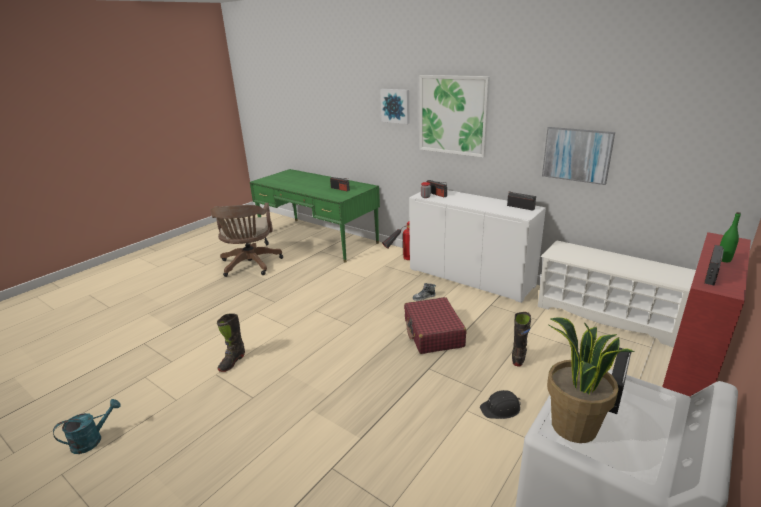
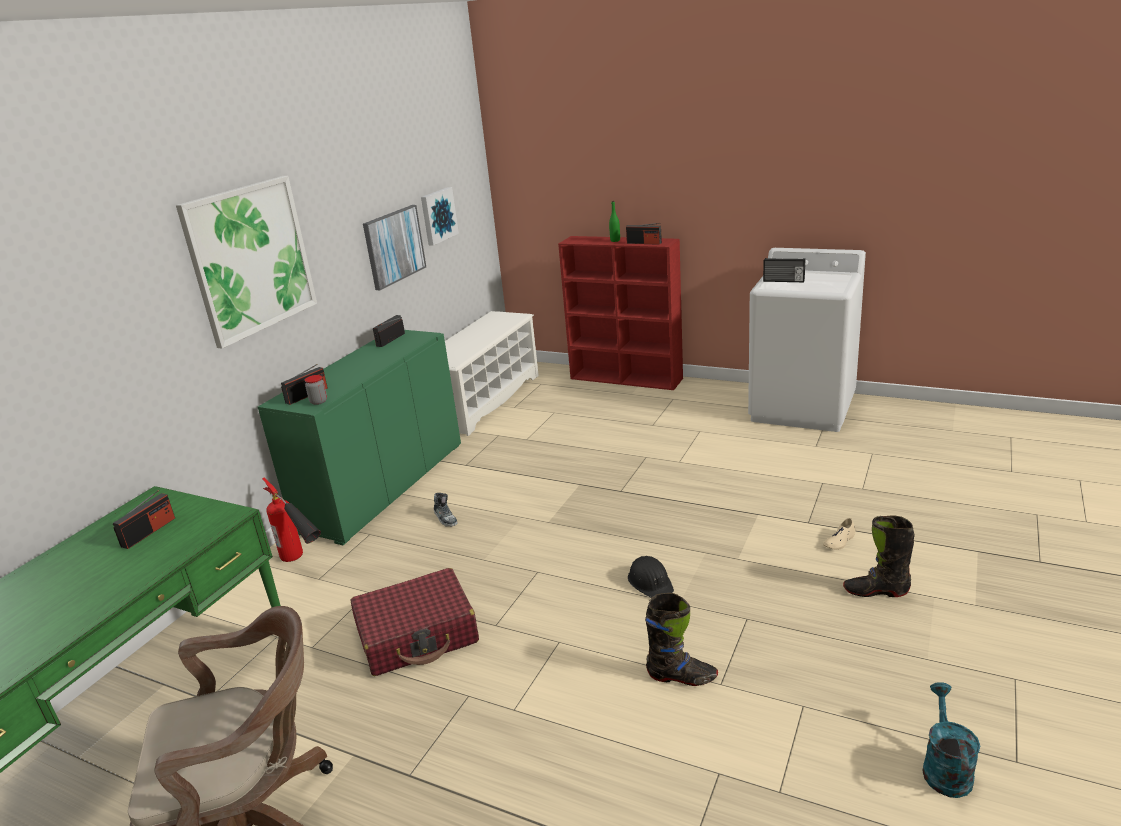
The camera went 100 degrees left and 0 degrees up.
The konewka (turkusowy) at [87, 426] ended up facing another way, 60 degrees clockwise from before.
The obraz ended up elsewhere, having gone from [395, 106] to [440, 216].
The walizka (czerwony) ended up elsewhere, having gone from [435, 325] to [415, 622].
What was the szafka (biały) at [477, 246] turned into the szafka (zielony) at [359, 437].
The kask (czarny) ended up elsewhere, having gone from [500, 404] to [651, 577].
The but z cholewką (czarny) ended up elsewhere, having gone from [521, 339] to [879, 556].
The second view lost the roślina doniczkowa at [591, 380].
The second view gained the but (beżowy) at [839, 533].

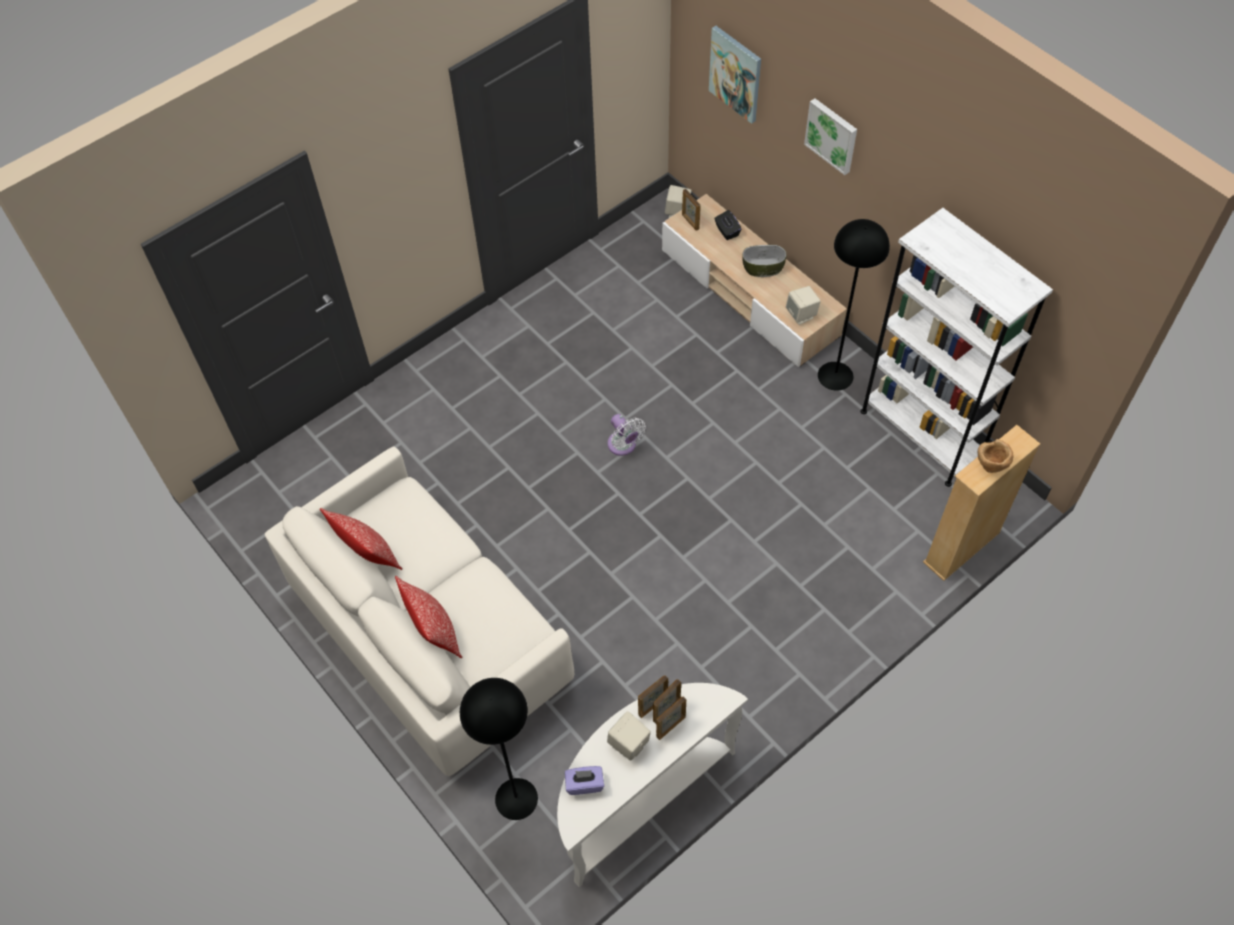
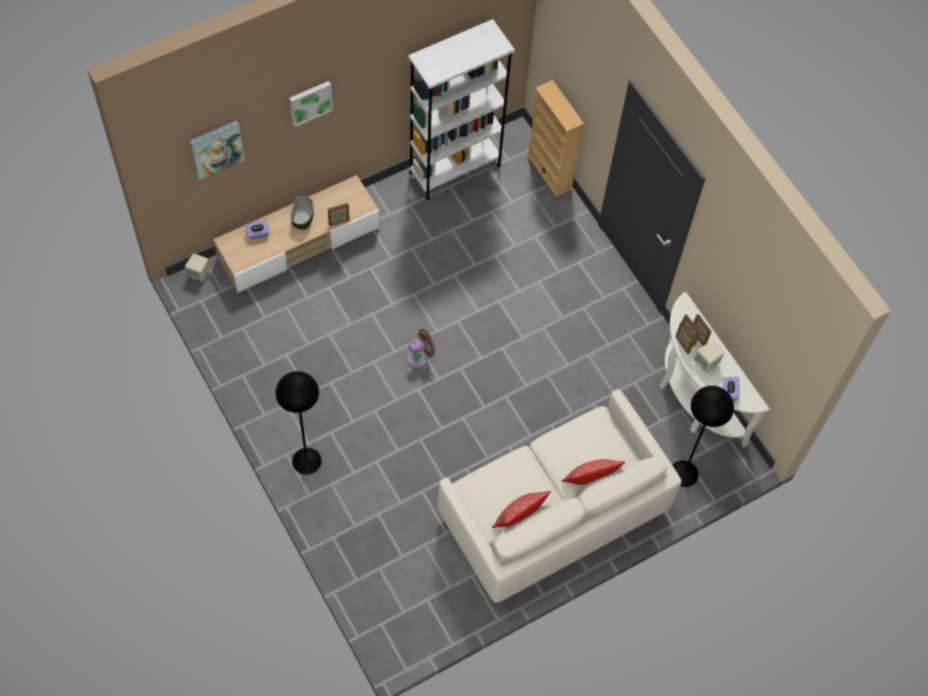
The camera went 85 degrees left and 5 degrees up.
What was the wentylator (biały) at [627, 435] turned into the wentylator (brązowy) at [420, 348].
The ramka na zdjęcie ended up elsewhere, having gone from [691, 210] to [339, 214].
What was the pudełko chusteczek (czarny) at [728, 225] turned into the pudełko chusteczek (fioletowy) at [257, 229].
The second view lost the głośnik (beżowy) at [803, 305].
The lampa stojąca (czarny) ended up elsewhere, having gone from [854, 305] to [298, 423].
The second view lost the miska (brązowy) at [995, 456].

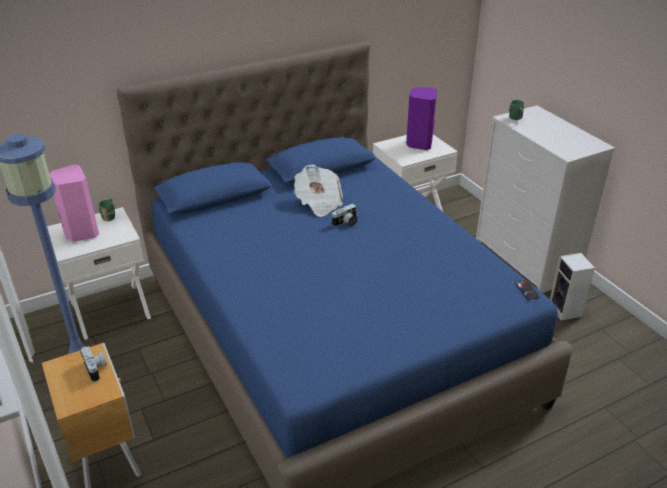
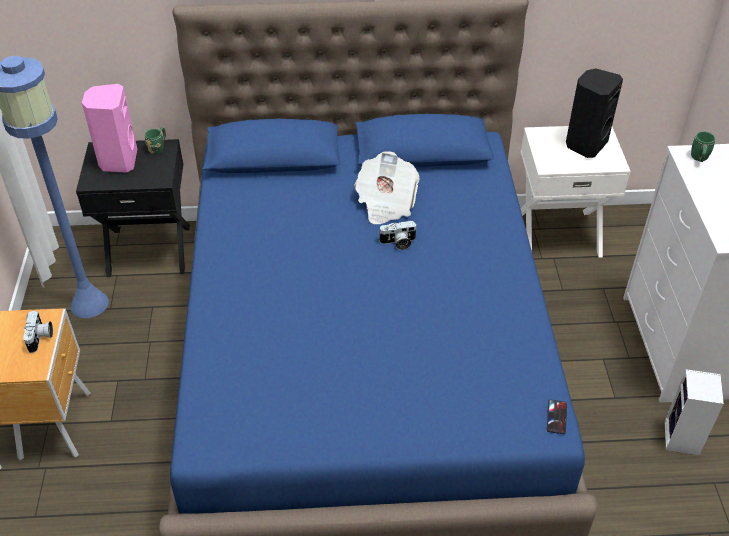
The camera went 25 degrees right and 10 degrees up.
What was the szafka nocna (biały) at [99, 273] turned into the szafka nocna (czarny) at [133, 208].
What was the głośnik (fioletowy) at [421, 118] turned into the głośnik (czarny) at [594, 113].

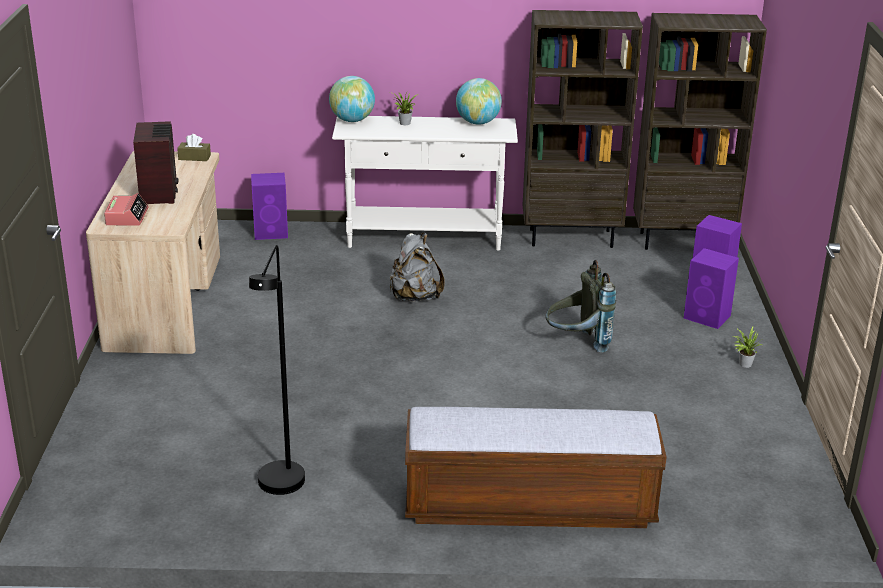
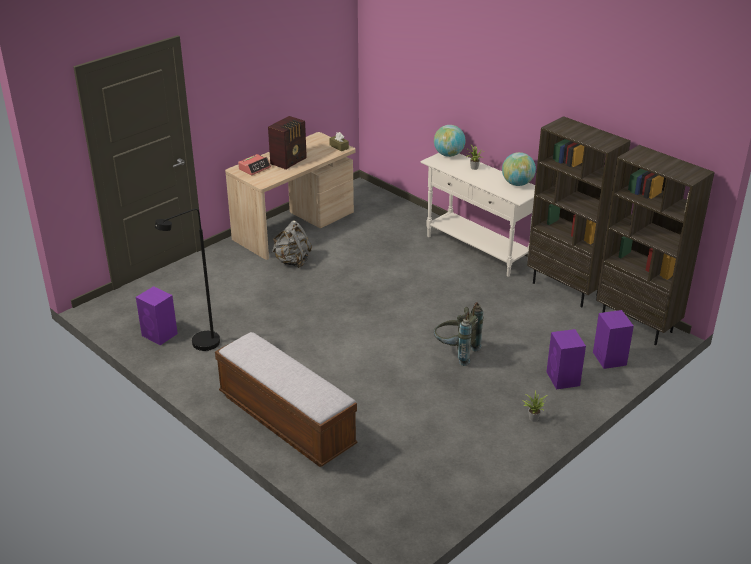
The camera went 45 degrees right and 5 degrees up.
The głośnik (fioletowy) ended up elsewhere, having gone from [269, 206] to [157, 315].
The plecak (szary) ended up elsewhere, having gone from [417, 267] to [292, 244].

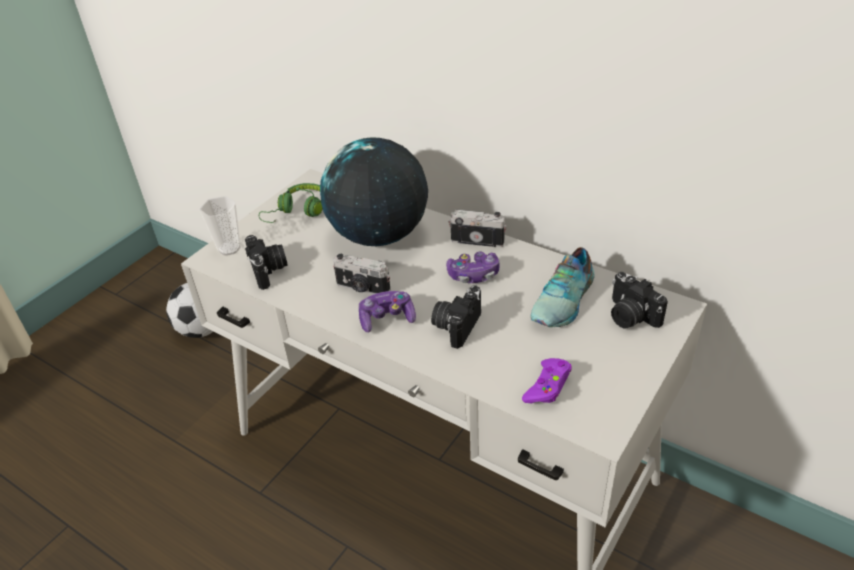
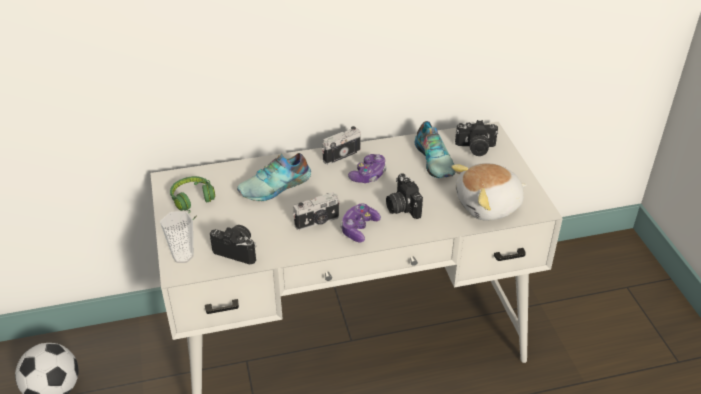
The camera went 50 degrees left and 0 degrees up.
Where the globus stood at [374, 191], the but came to stand at [274, 177].
Where the pad do gier (fioletowy) stood at [547, 381], the pluszak came to stand at [489, 192].

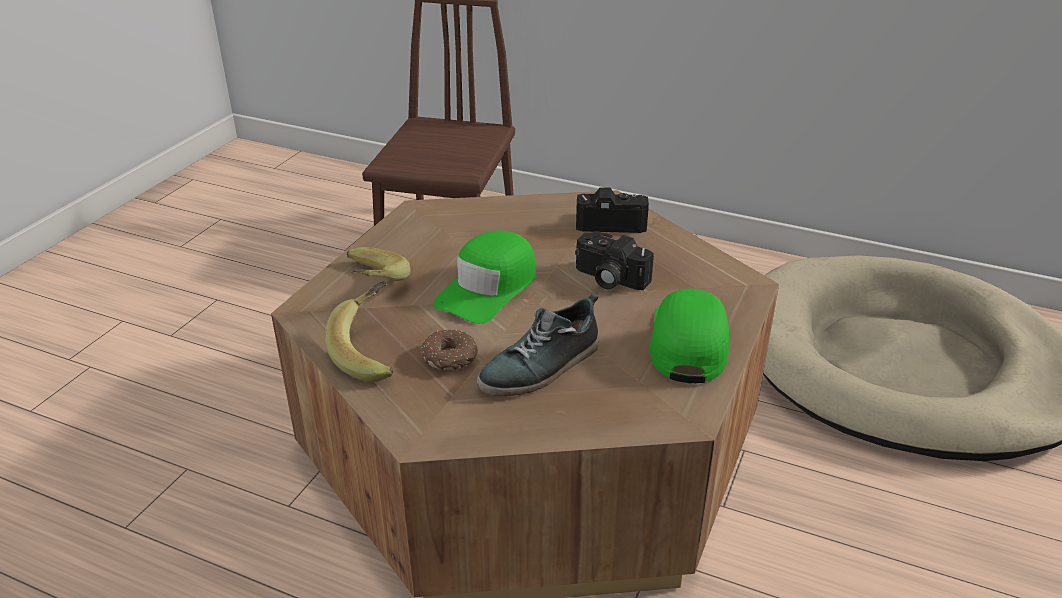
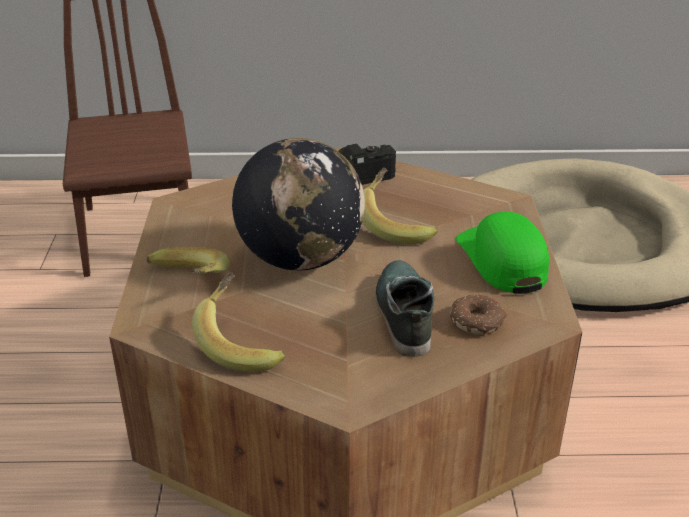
The camera went 25 degrees left and 0 degrees up.
The donut ended up elsewhere, having gone from [449, 349] to [478, 314].
Where the czapka z daszkiem (zielony) stood at [484, 277], the globus came to stand at [298, 204].
The but at [538, 344] ended up facing another way, 150 degrees clockwise from before.
Where the aparat fotograficzny stood at [614, 260], the banan came to stand at [399, 205].

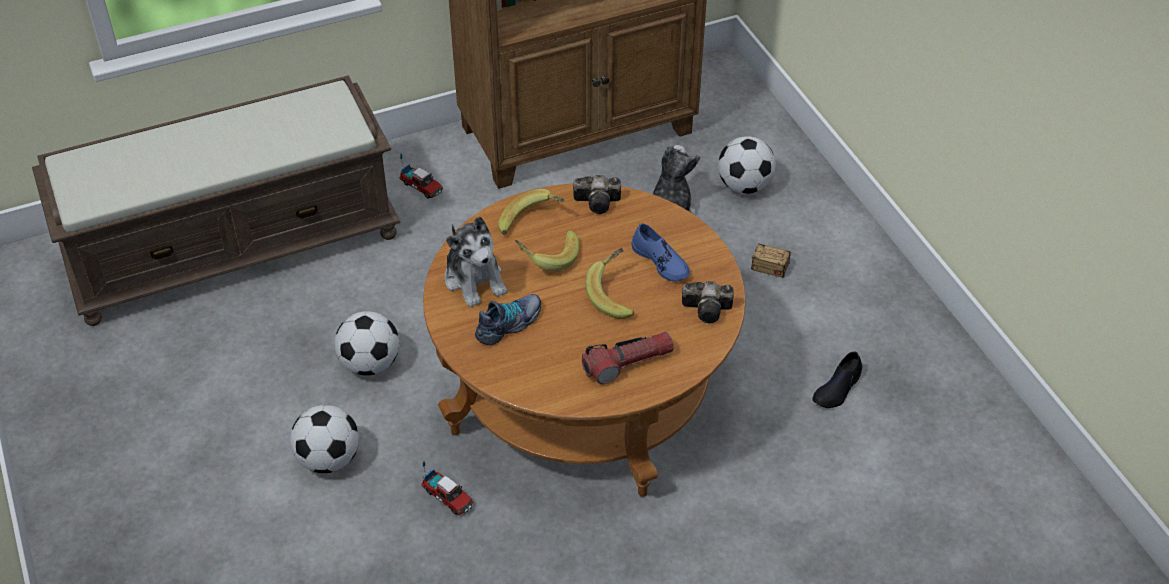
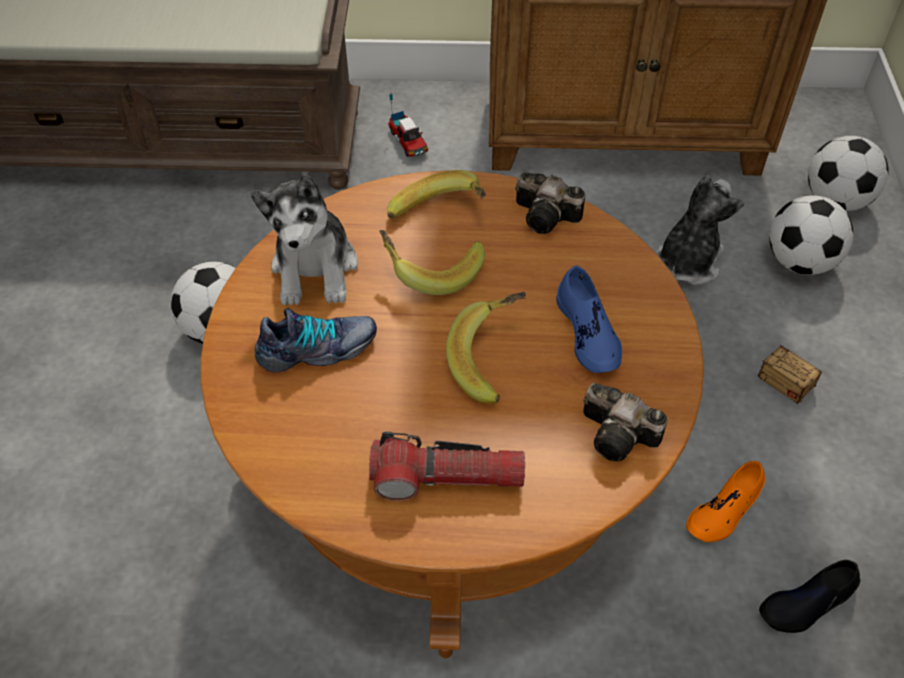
The camera went 25 degrees right and 5 degrees up.
The piłka futbolowa ended up elsewhere, having gone from [324, 439] to [848, 173].
The second view lost the ciężarówka zabawkowa at [447, 487].
The second view gained the but (pomarańczowy) at [725, 501].

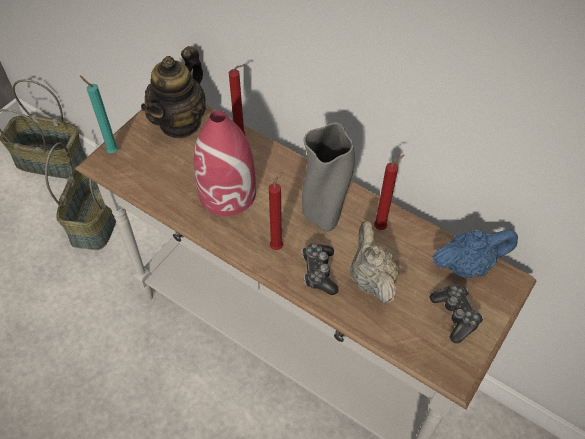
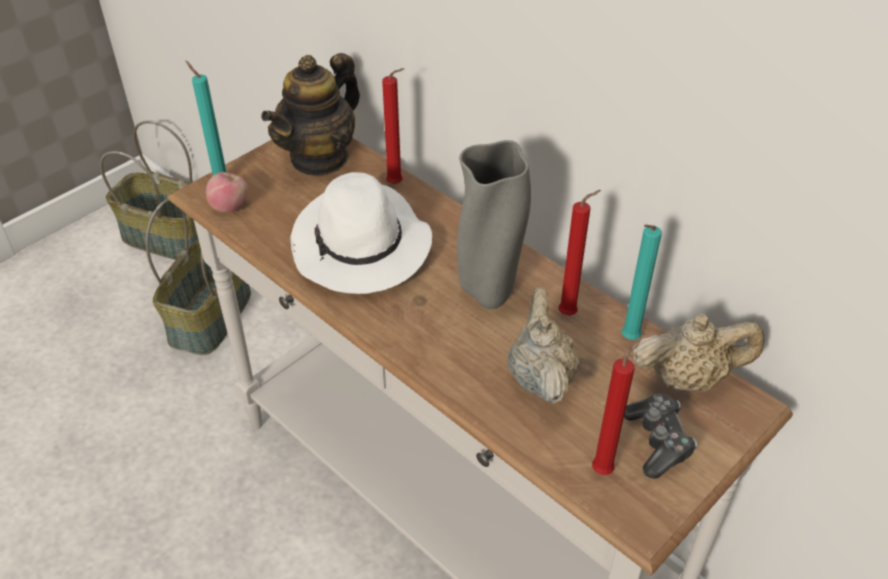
The camera went 10 degrees right and 10 degrees down.
Where the wazon (czerwony) stood at [225, 163], the kapelusz (biały) came to stand at [361, 233].
The świeca (czerwony) ended up elsewhere, having gone from [276, 211] to [616, 407].
The second view lost the pad do gier at [319, 269].
What was the imbryk (niebieski) at [475, 253] turned into the imbryk (beżowy) at [699, 353].
The second view gained the jabłko at [227, 192].
The second view gained the świeca (turkusowy) at [642, 282].

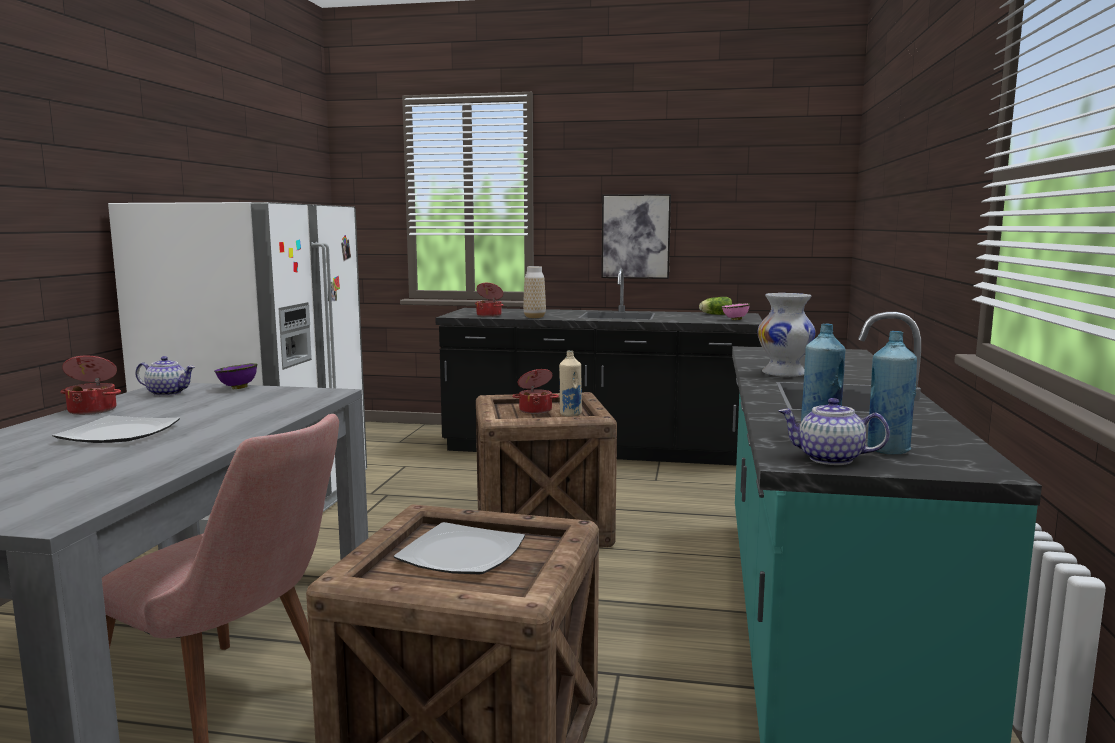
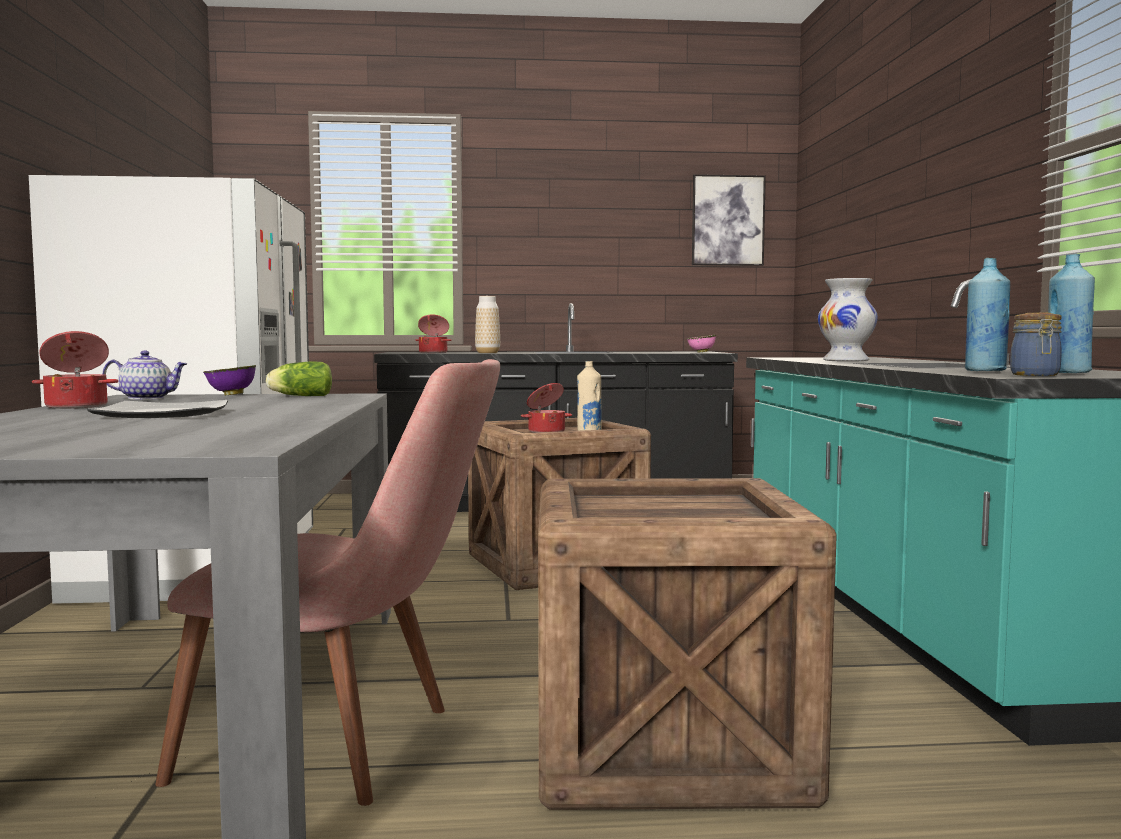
The camera went 15 degrees left and 5 degrees down.
The second view lost the talerz at [459, 548].
The obraz ended up elsewhere, having gone from [636, 236] to [729, 220].
The sałata ended up elsewhere, having gone from [715, 306] to [299, 379].
Where the imbryk stood at [834, 431], the słoik came to stand at [1036, 344].

